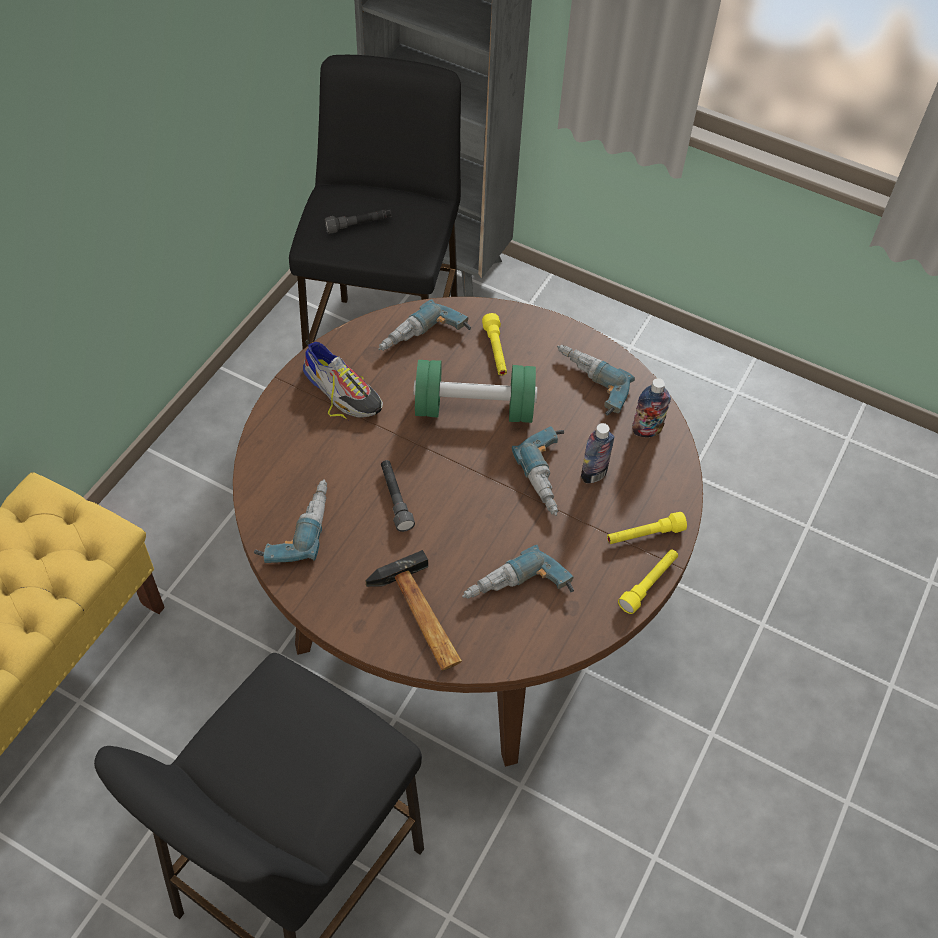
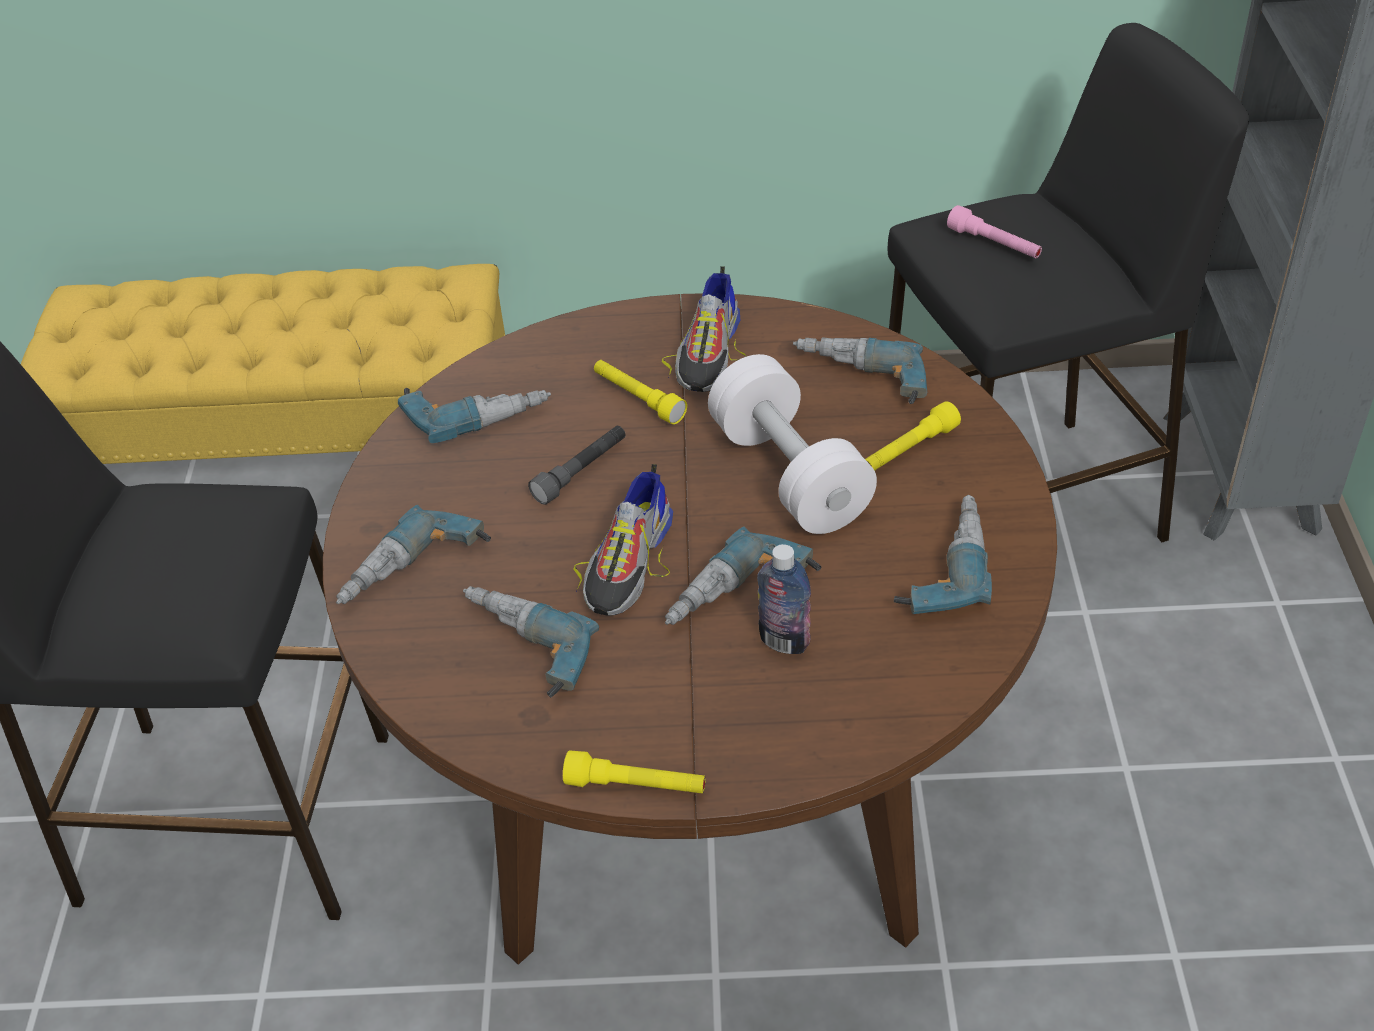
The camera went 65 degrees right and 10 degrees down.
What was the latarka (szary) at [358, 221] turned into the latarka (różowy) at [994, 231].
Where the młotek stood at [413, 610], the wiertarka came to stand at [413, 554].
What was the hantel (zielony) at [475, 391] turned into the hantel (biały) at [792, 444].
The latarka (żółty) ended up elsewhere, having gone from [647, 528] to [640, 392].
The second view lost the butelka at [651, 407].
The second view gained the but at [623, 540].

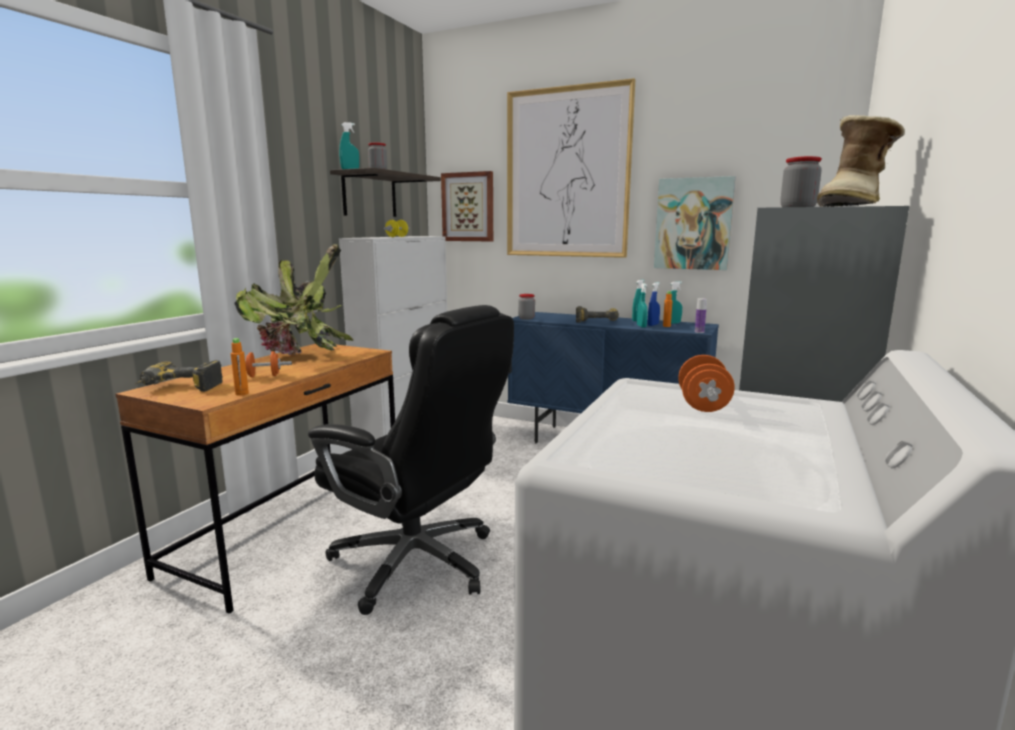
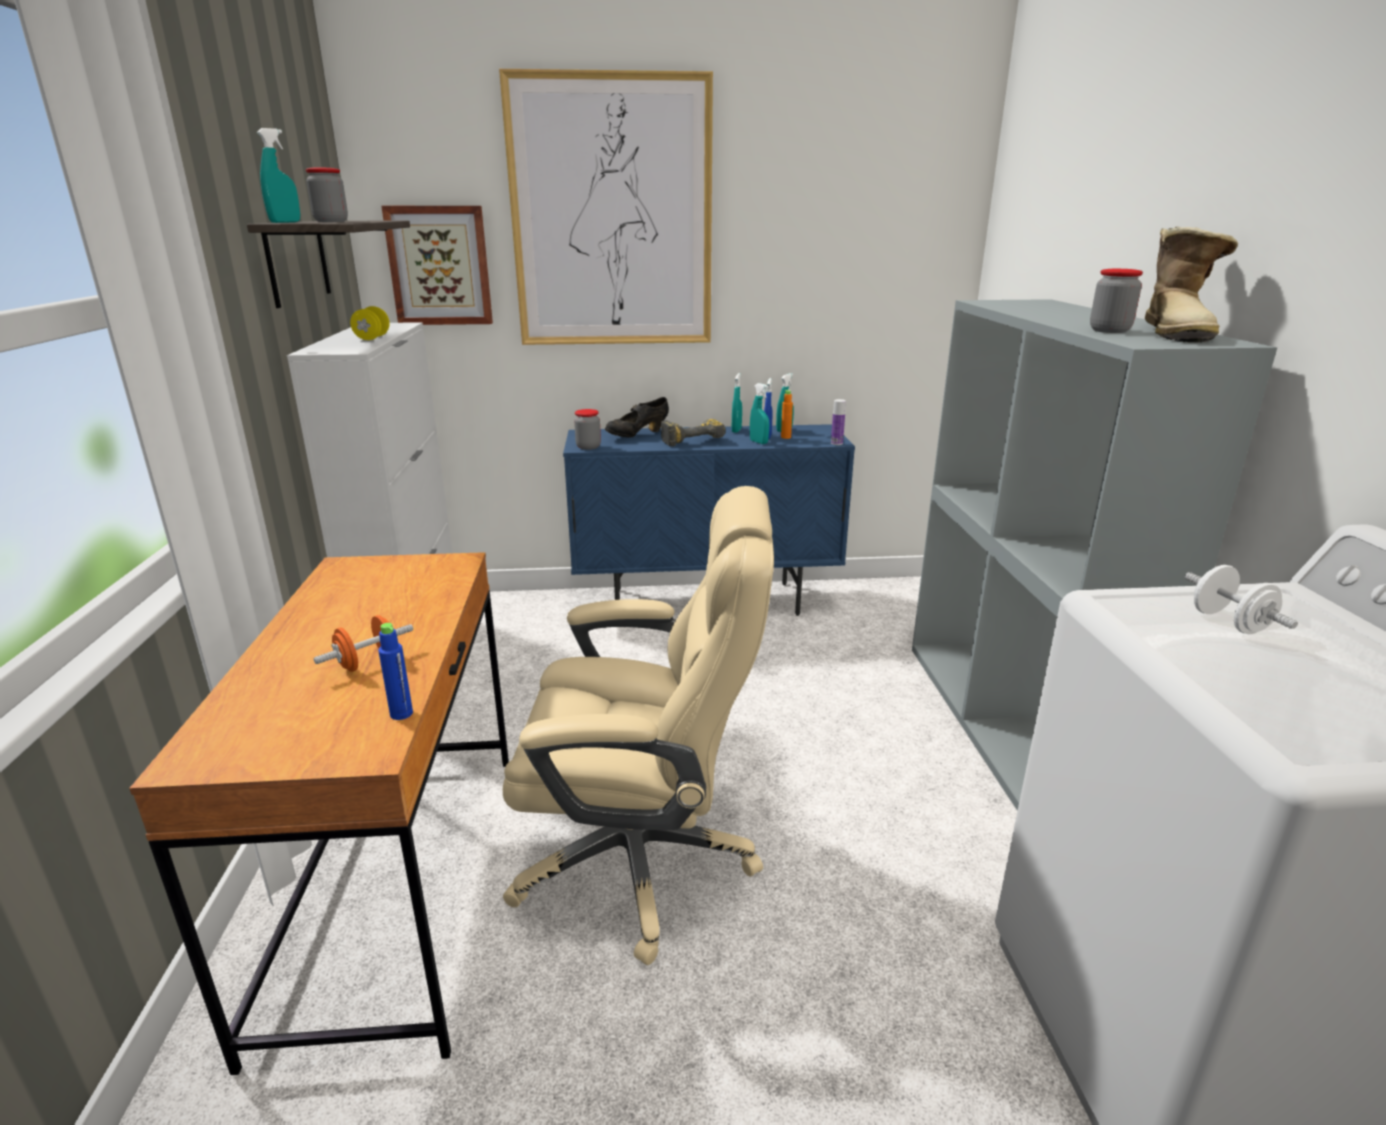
The camera went 30 degrees left and 10 degrees up.
The second view lost the wiertarka at [179, 376].
What was the butelka (pomarańczowy) at [240, 366] turned into the butelka (niebieski) at [395, 671].
The second view lost the roślina doniczkowa at [293, 299].
What was the krzesło biurowe (czarny) at [411, 460] turned into the krzesło biurowe (beżowy) at [638, 725].
The second view lost the obraz at [694, 223].
What was the hantel (pomarańczowy) at [706, 383] turned into the hantel (biały) at [1241, 599].
The second view gained the but (czarny) at [637, 417].

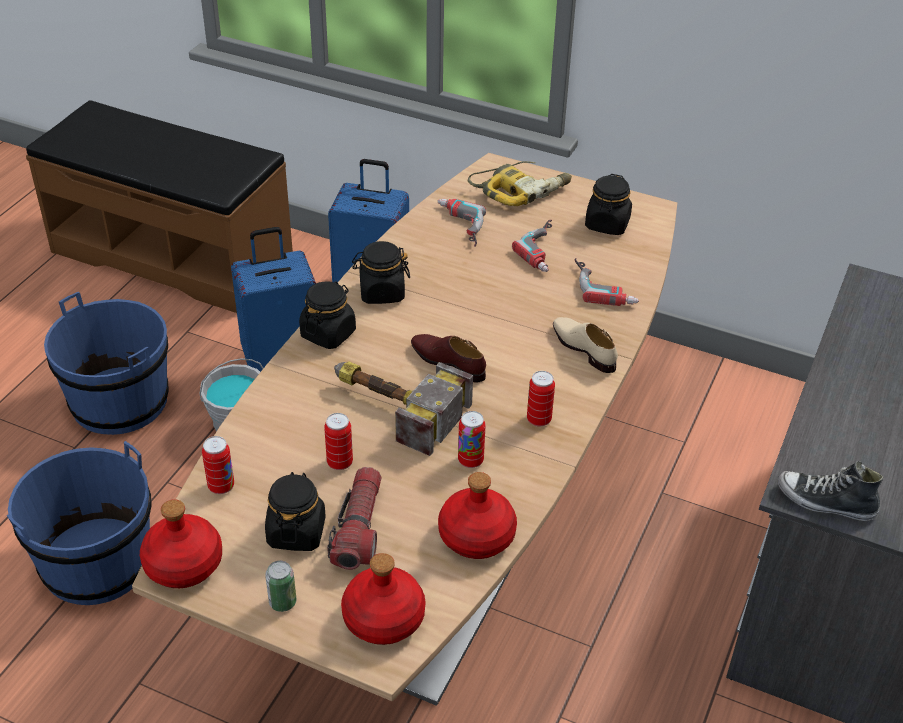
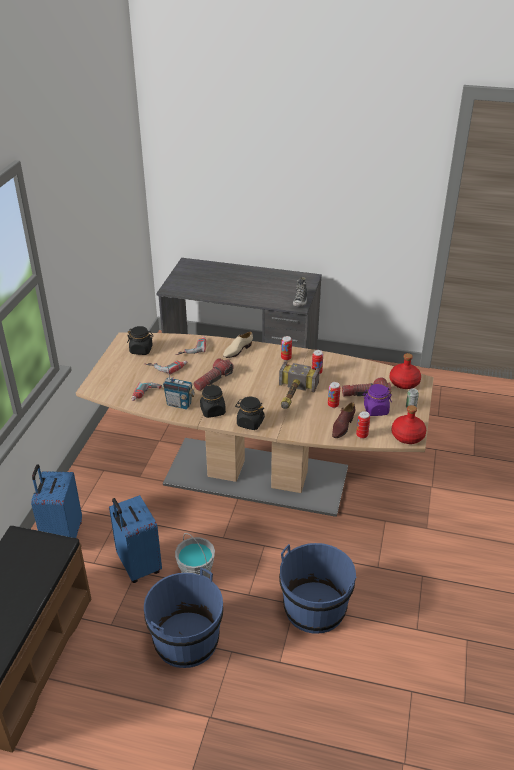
The camera went 100 degrees left and 5 degrees down.
What was the słoik (czarny) at [295, 511] turned into the słoik (fioletowy) at [377, 400].
The but (brązowy) ended up elsewhere, having gone from [448, 358] to [343, 420].
The second view lost the butelka (czerwony) at [477, 515].
The second view lost the wiertarka at [520, 183].
The second view gained the radio at [178, 387].
The second view gained the latarka at [213, 374].

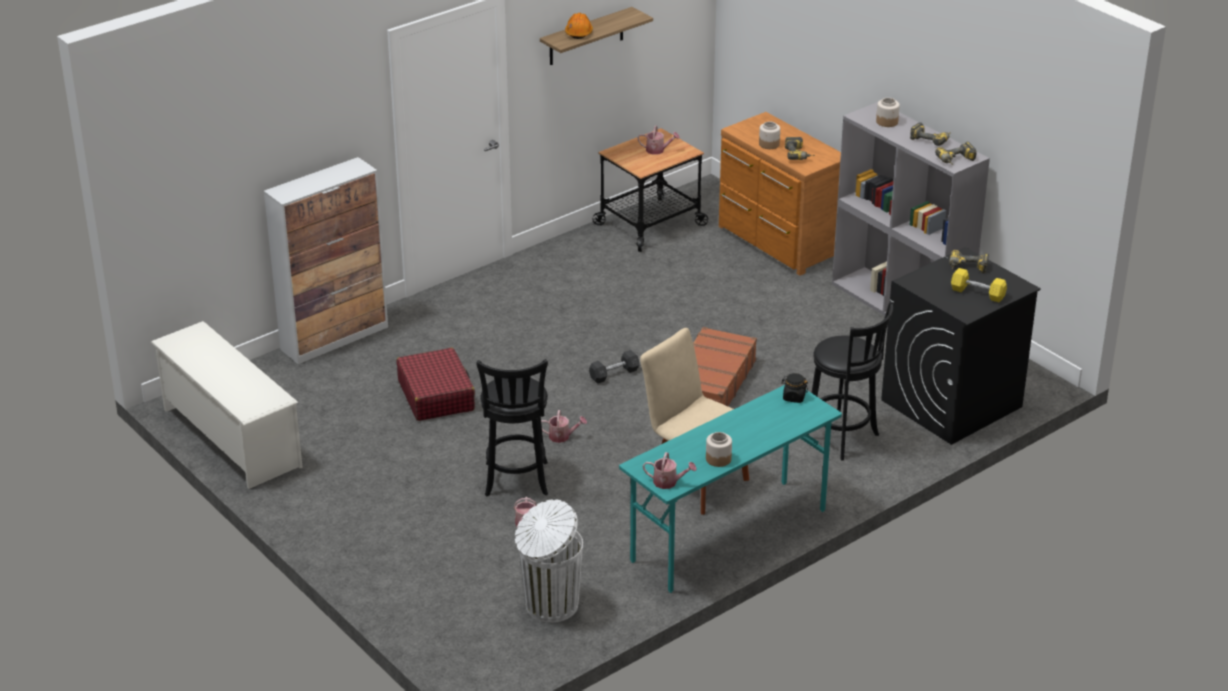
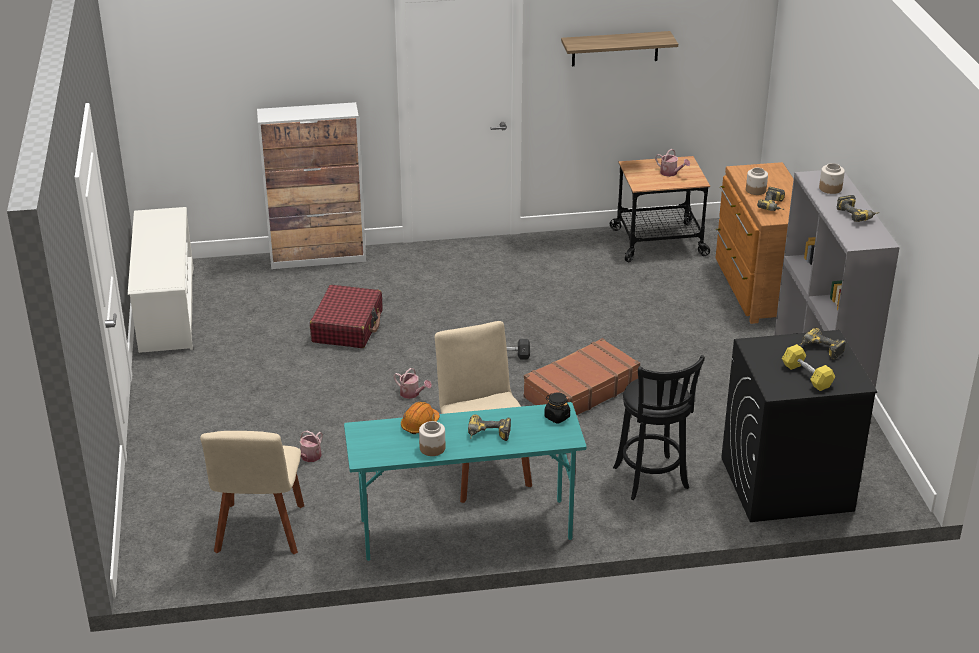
The camera went 30 degrees right and 0 degrees up.
The second view lost the stołek (czarny) at [512, 427].
Where the kosz na śmieci (biały) stood at [549, 561], the krzesło (beżowy) came to stand at [252, 492].
The kask (pomarańczowy) ended up elsewhere, having gone from [579, 26] to [420, 418].
The second view lost the konewka at [670, 470].
The wiertarka ended up elsewhere, having gone from [956, 153] to [489, 428].

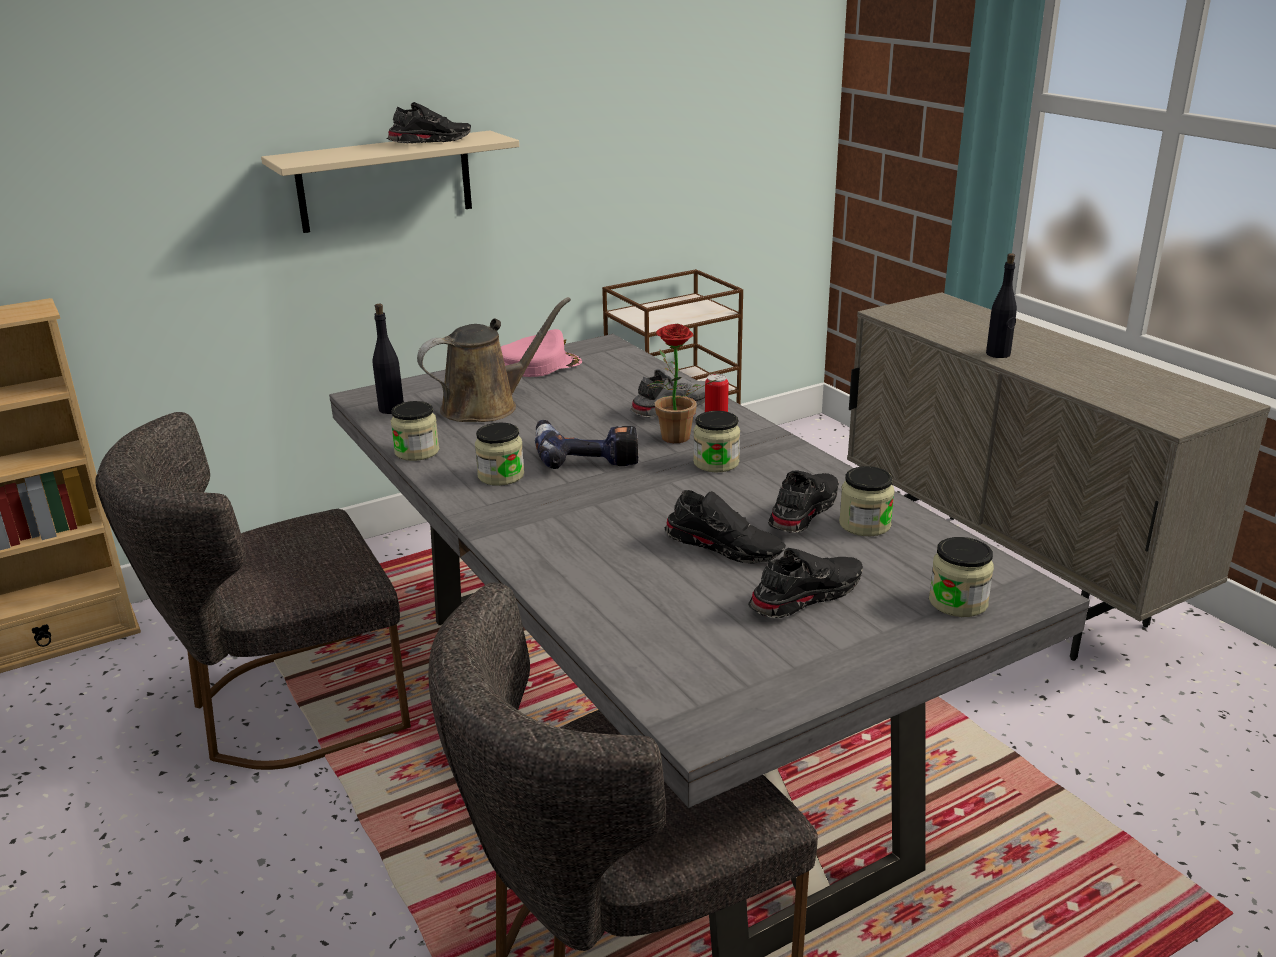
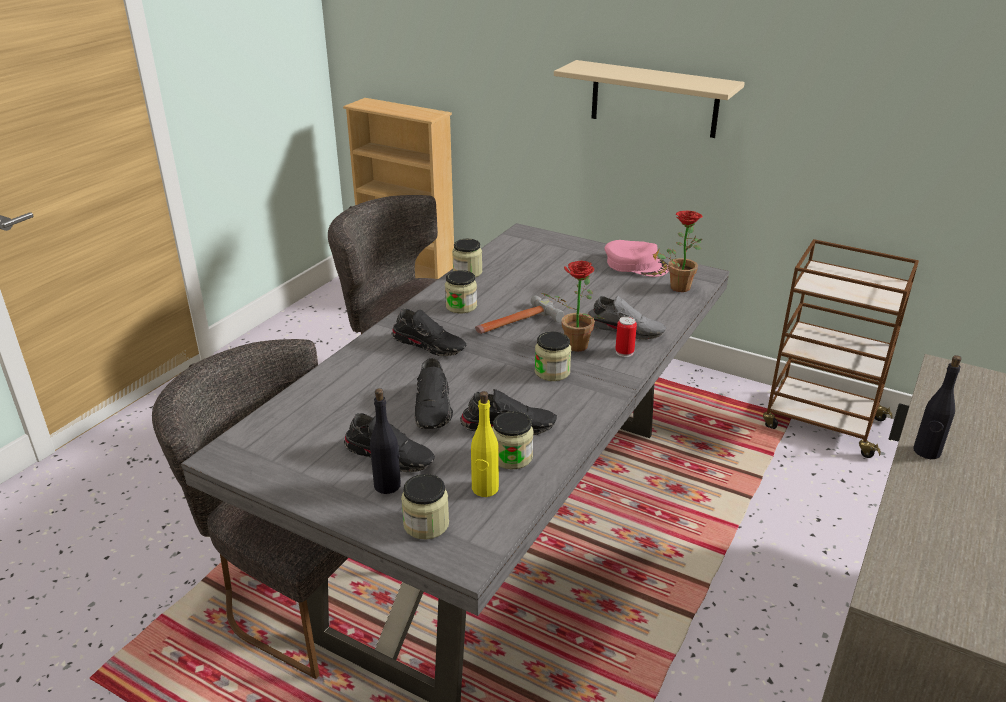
The camera went 60 degrees right and 5 degrees up.
The butelka (czarny) ended up elsewhere, having gone from [388, 359] to [385, 441].
The but (czarny) ended up elsewhere, having gone from [429, 123] to [429, 332].
The second view lost the konewka (brązowy) at [494, 359].
Where the wiertarka stood at [586, 444], the młotek came to stand at [519, 314].
The second view gained the butelka (żółty) at [485, 444].
The second view gained the roślina doniczkowa at [680, 251].

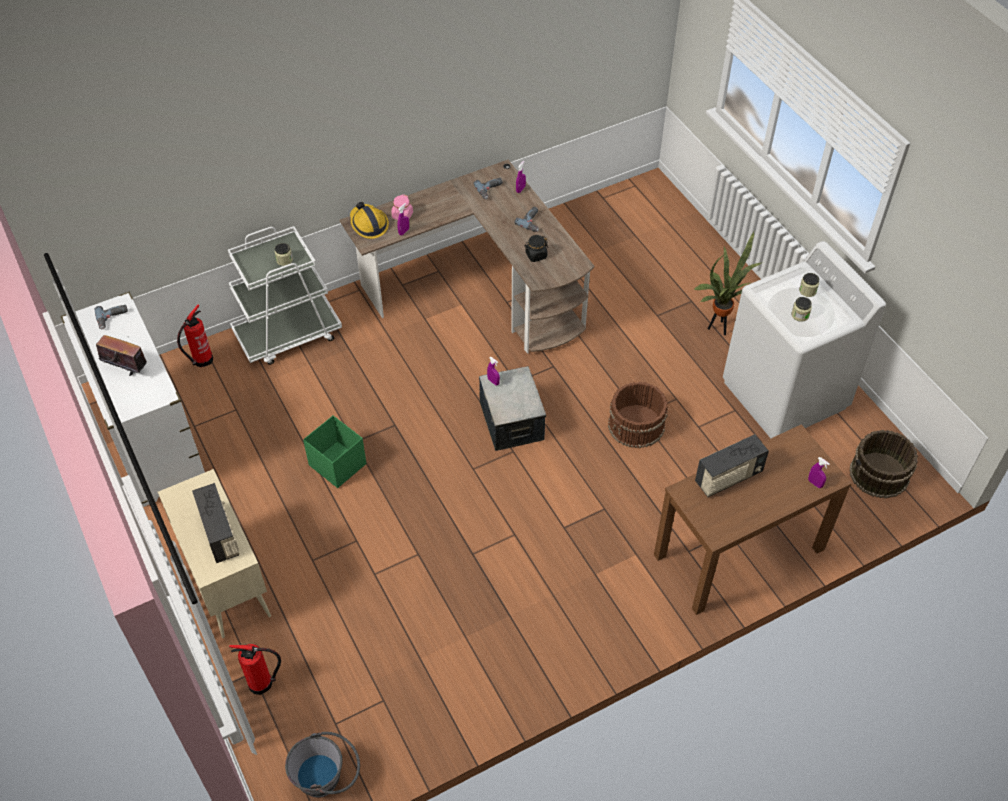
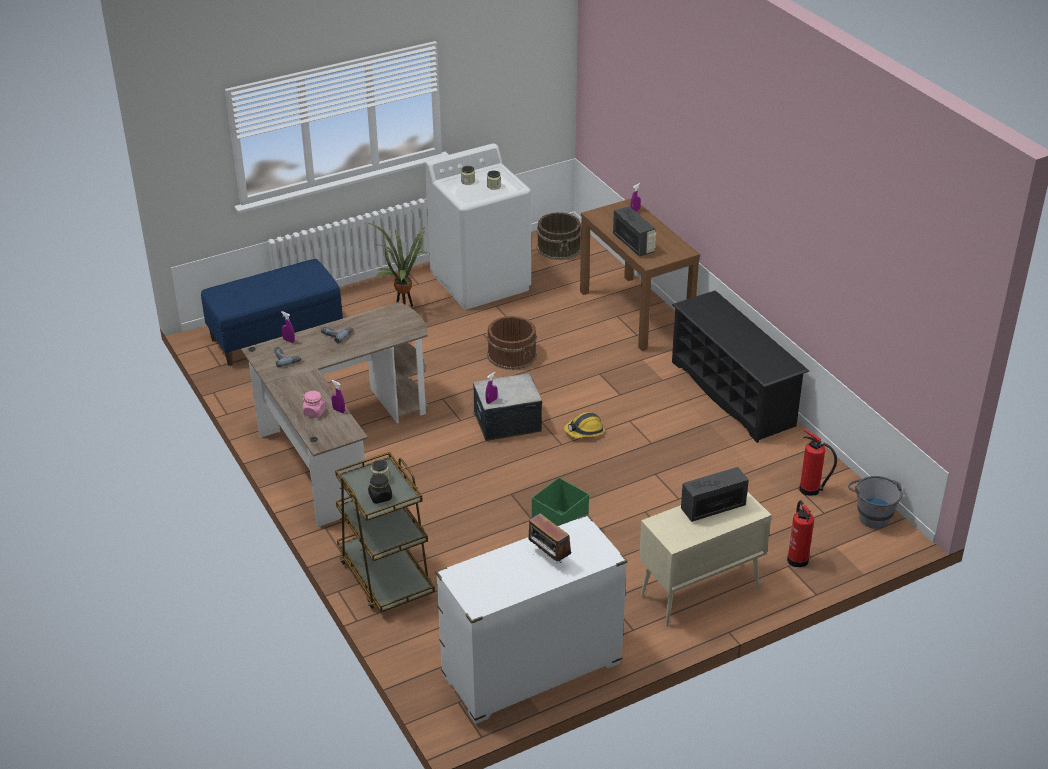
The camera went 90 degrees left and 15 degrees down.
The second view lost the wiertarka at [111, 317].
The radio at [121, 355] ended up facing another way, 60 degrees counterclockwise from before.
The gaśnica ended up elsewhere, having gone from [195, 336] to [818, 463].
What was the wózek (biały) at [285, 295] turned into the wózek (brązowy) at [385, 532].
The kask ended up elsewhere, having gone from [369, 220] to [584, 425].
The słoik (czarny) ended up elsewhere, having gone from [536, 248] to [380, 488].
The second view gained the ławka (niebieski) at [272, 312].
The second view gained the regał na buty (czarny) at [740, 366].

